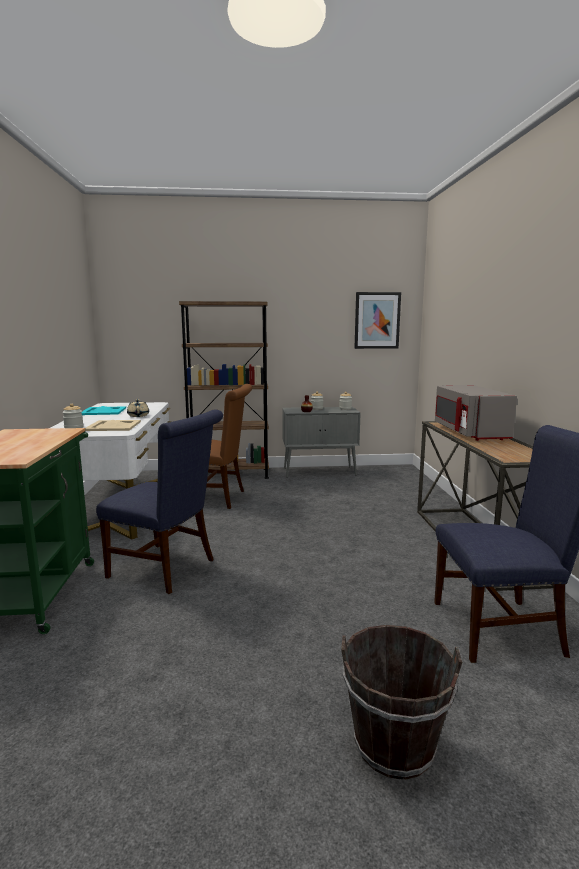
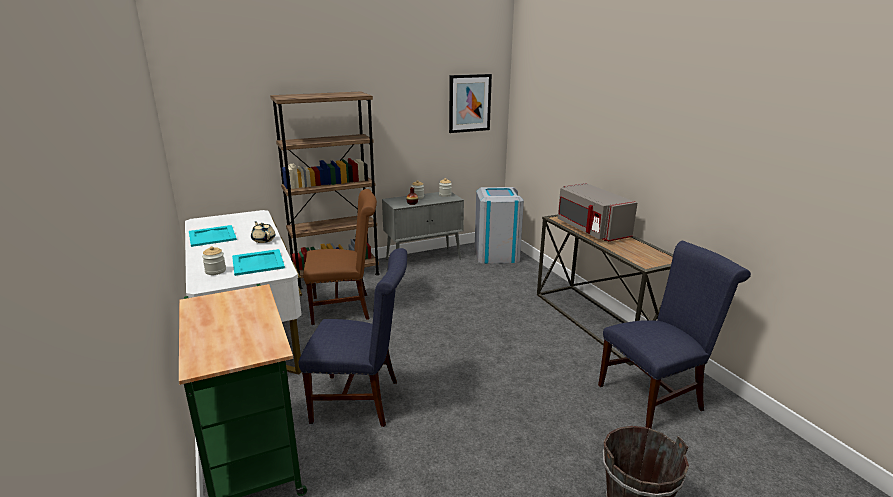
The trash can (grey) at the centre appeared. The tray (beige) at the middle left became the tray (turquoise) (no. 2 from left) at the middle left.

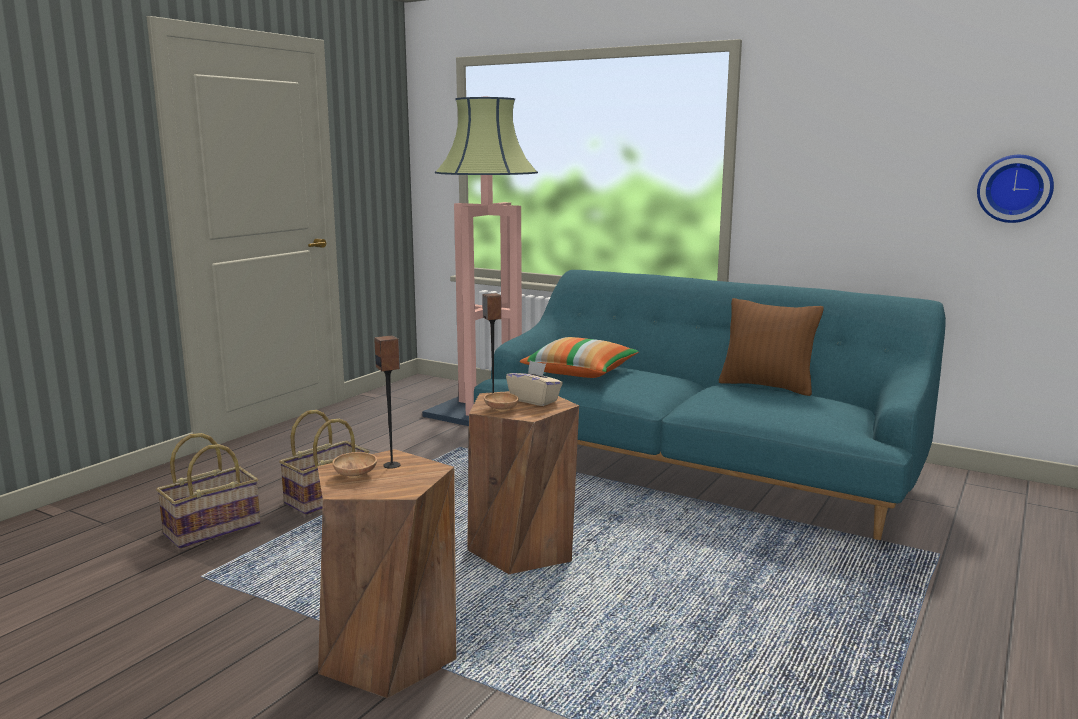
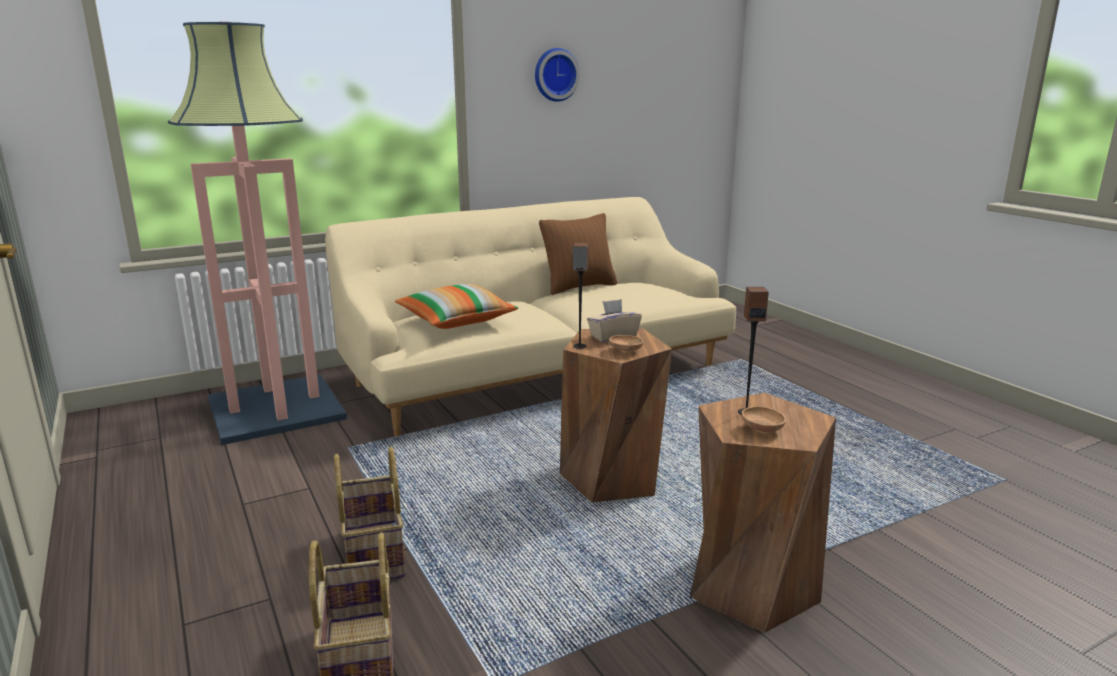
The wall clock moved from the top right to the top centre. The sofa (turquoise) at the centre became the sofa (beige) at the centre.

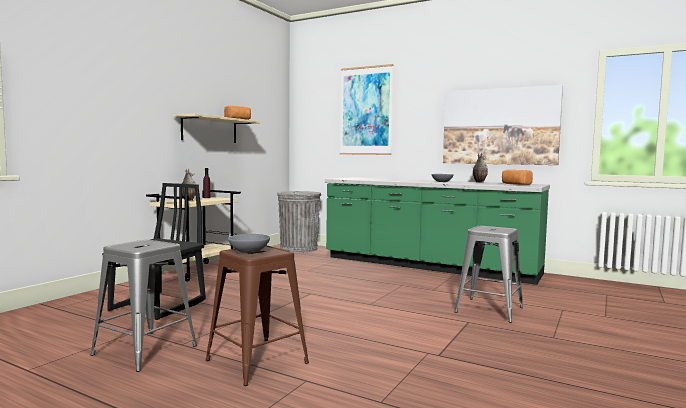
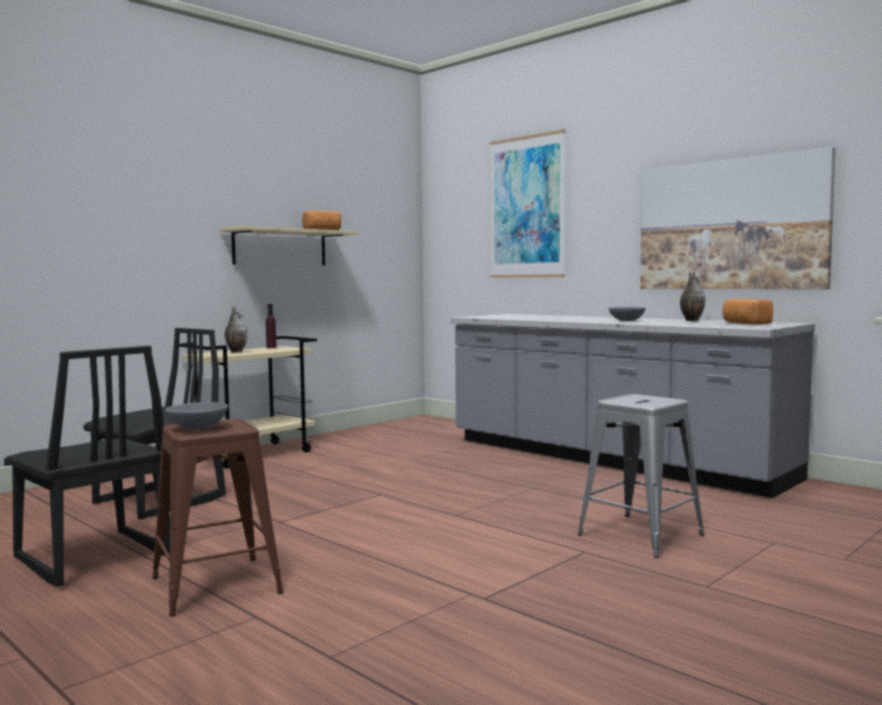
The trash can (grey) at the centre disappeared. The stool (grey) (no. 1 from left) at the bottom left was replaced by the chair (black) (no. 1 from left) at the middle left. The counter (green) at the centre became the counter (grey) at the middle right.

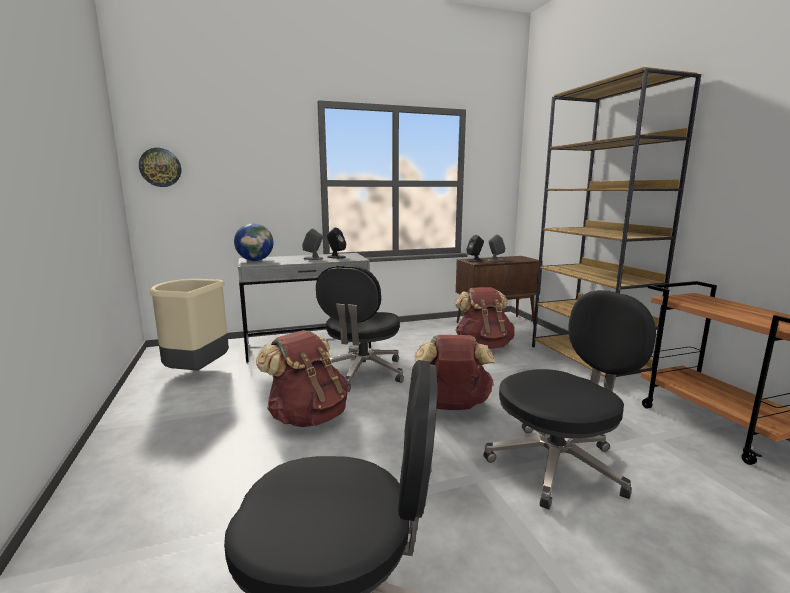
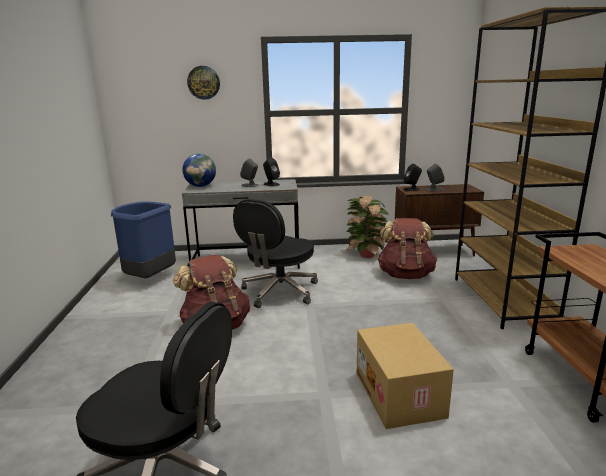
The backpack (brown) (no. 2 from left) at the centre disappeared. The potted plant at the centre appeared. The wall clock moved from the top left to the top centre. The office chair (black) (no. 3 from left) at the bottom right was replaced by the cardboard box at the bottom right. The trash can (beige) at the middle left became the trash can (blue) at the middle left.

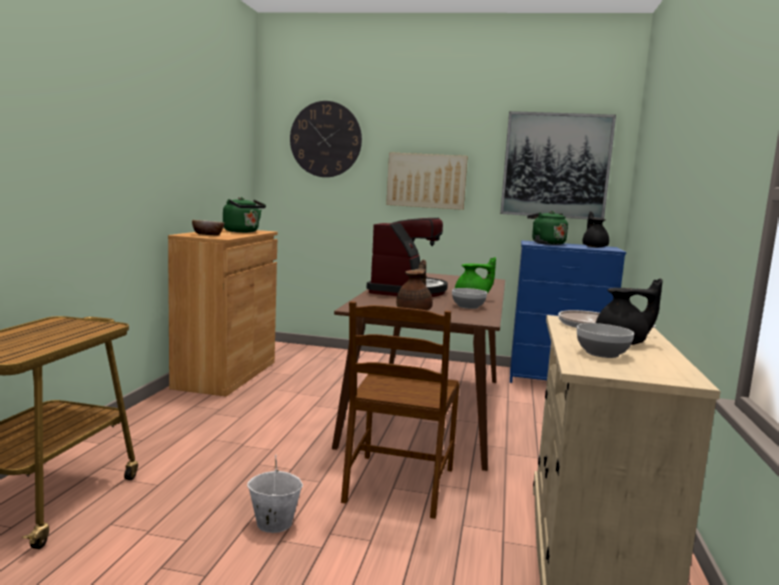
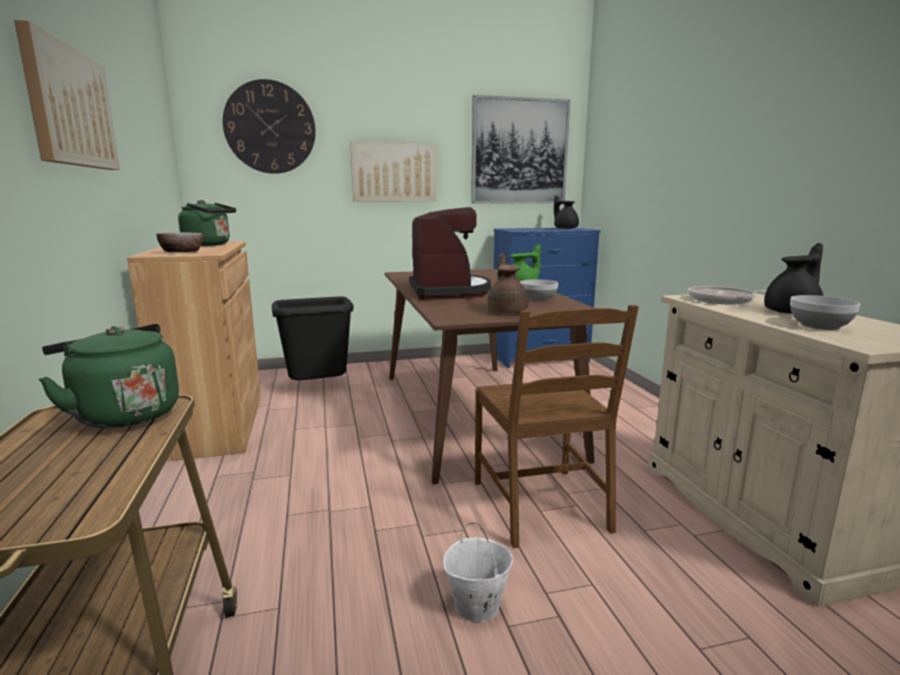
The picture (no. 1 from left) at the top left appeared. The trash can (black) at the centre appeared. The kettle (green) (no. 2 from left in the first image) moved from the middle right to the middle left.

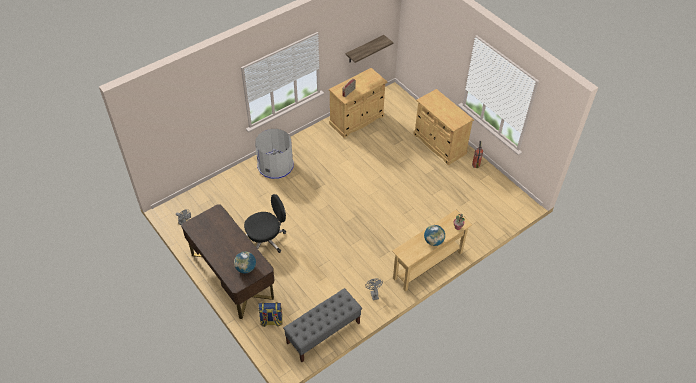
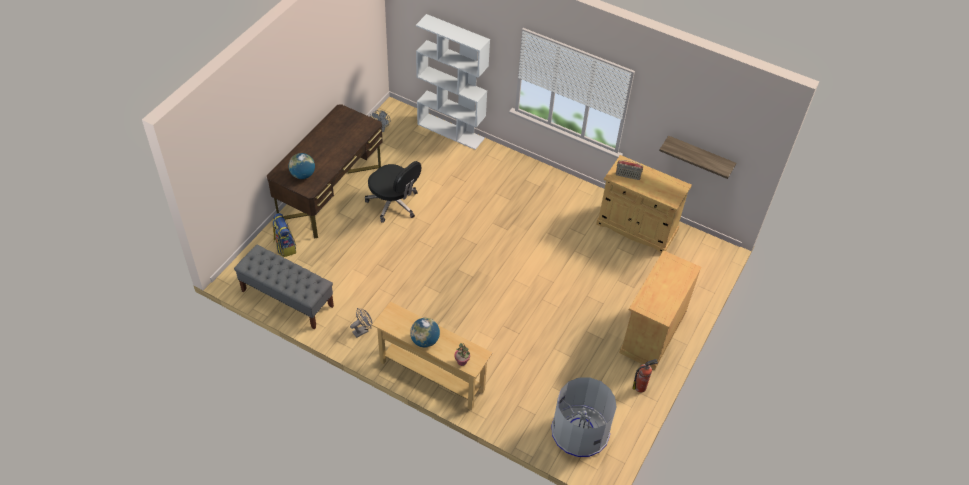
The bookcase (white) at the top centre appeared. The trash can (grey) moved from the centre to the bottom centre.

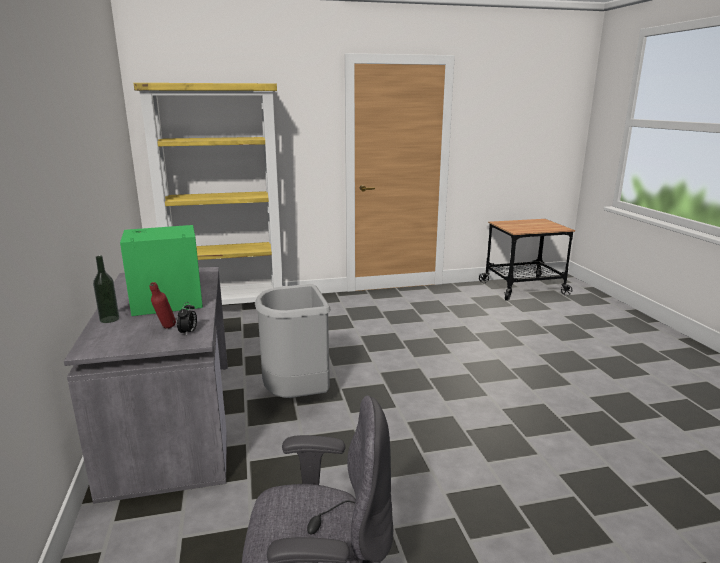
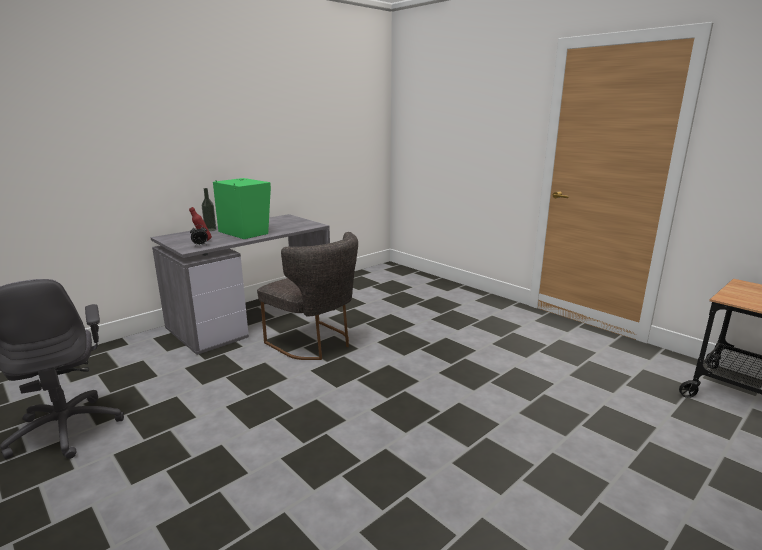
The bookcase (yellow) at the middle left disappeared. The trash can (grey) at the centre was replaced by the chair (grey) at the centre.

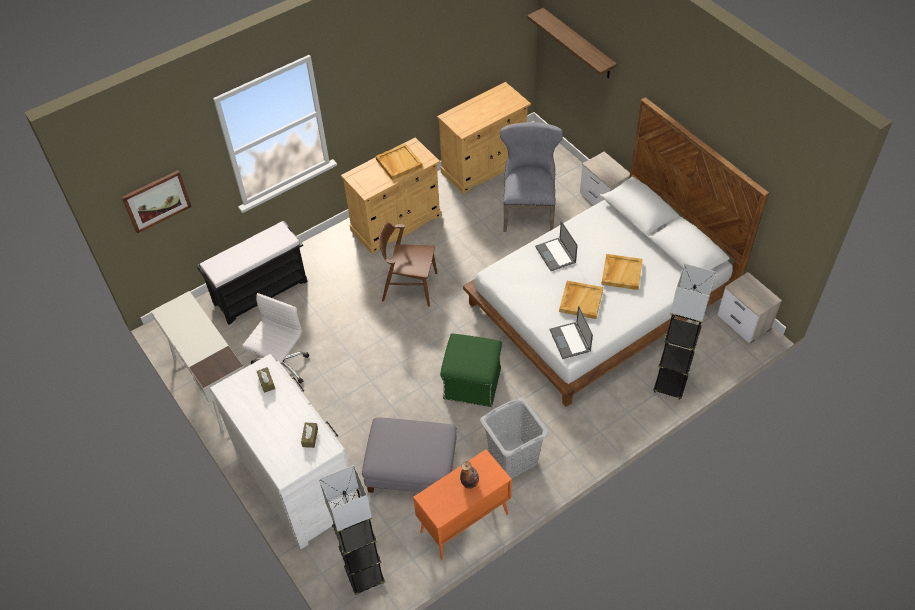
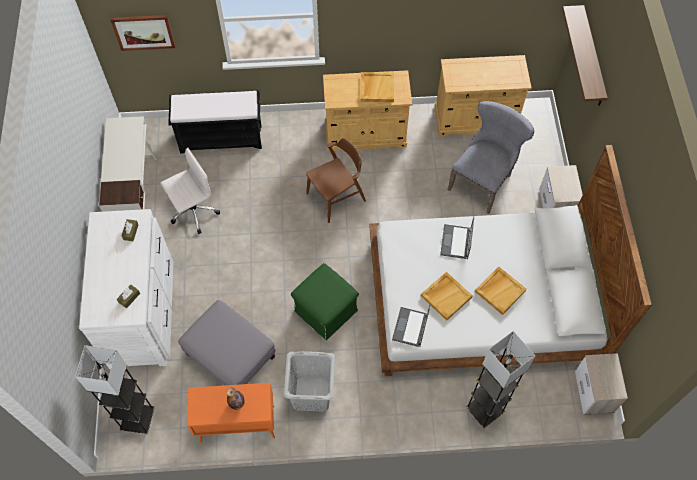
The chair (brown) at the centre turned 105 degrees clockwise.

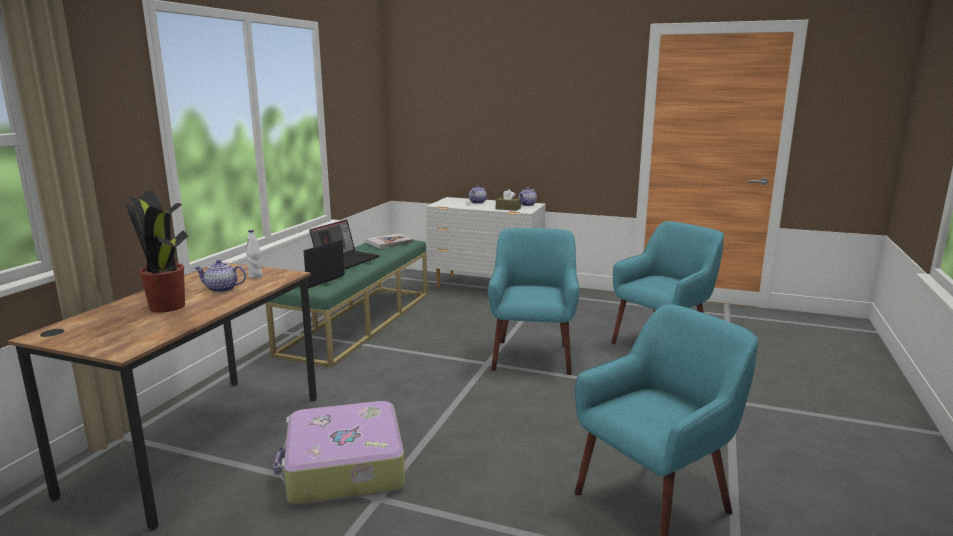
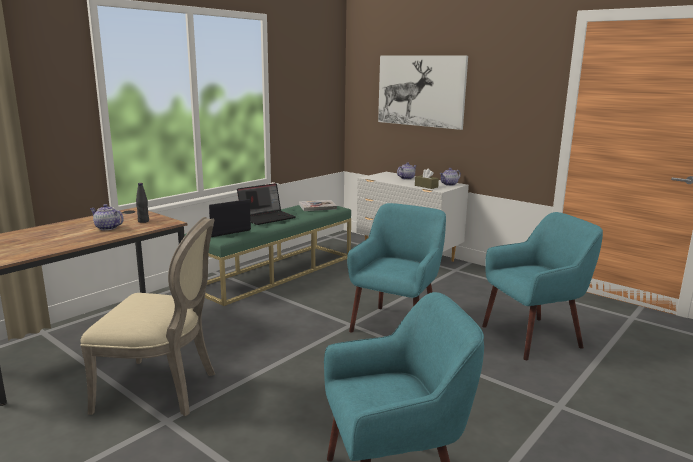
The potted plant at the middle left disappeared. The picture at the top centre appeared. The suitcase at the bottom centre was replaced by the chair (beige) at the bottom left. The bottle (white) at the middle left became the bottle (black) at the middle left.

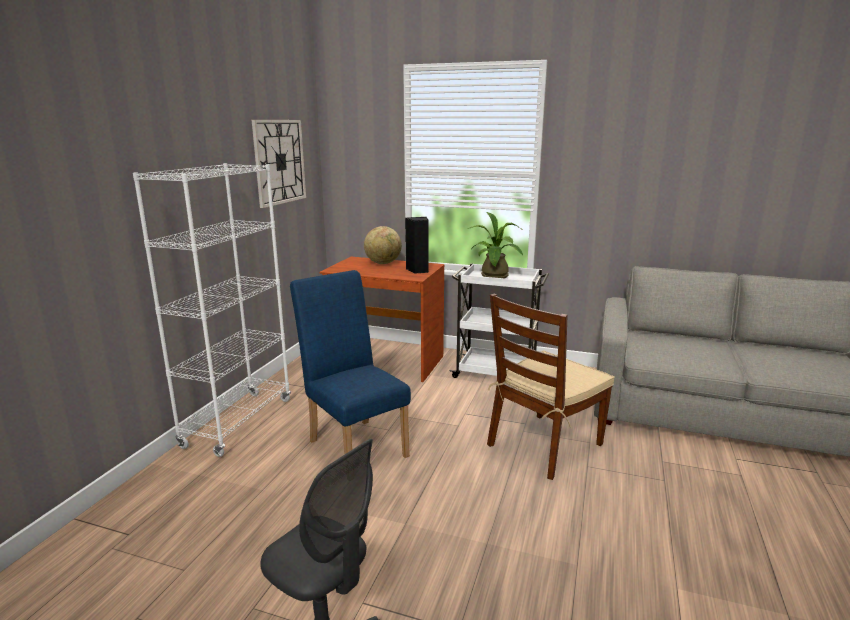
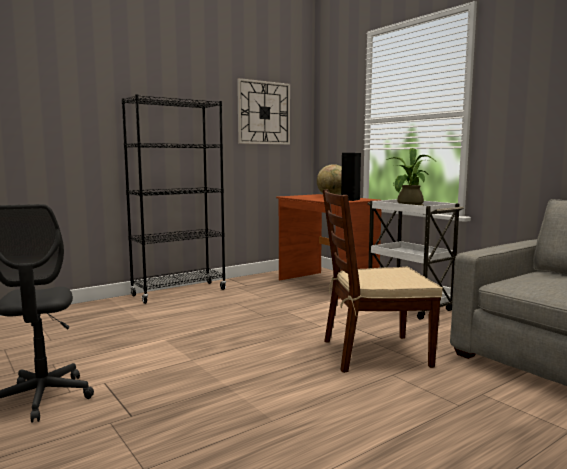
The chair (blue) at the centre disappeared. The bookcase (white) at the middle left became the bookcase (black) at the middle left.

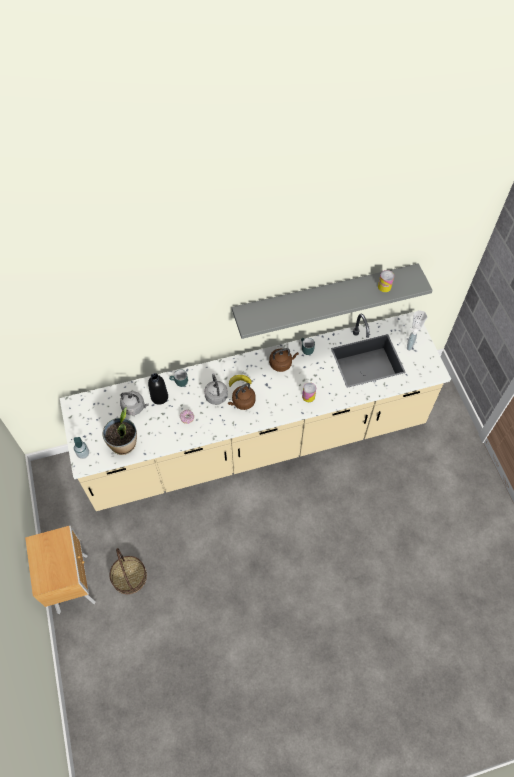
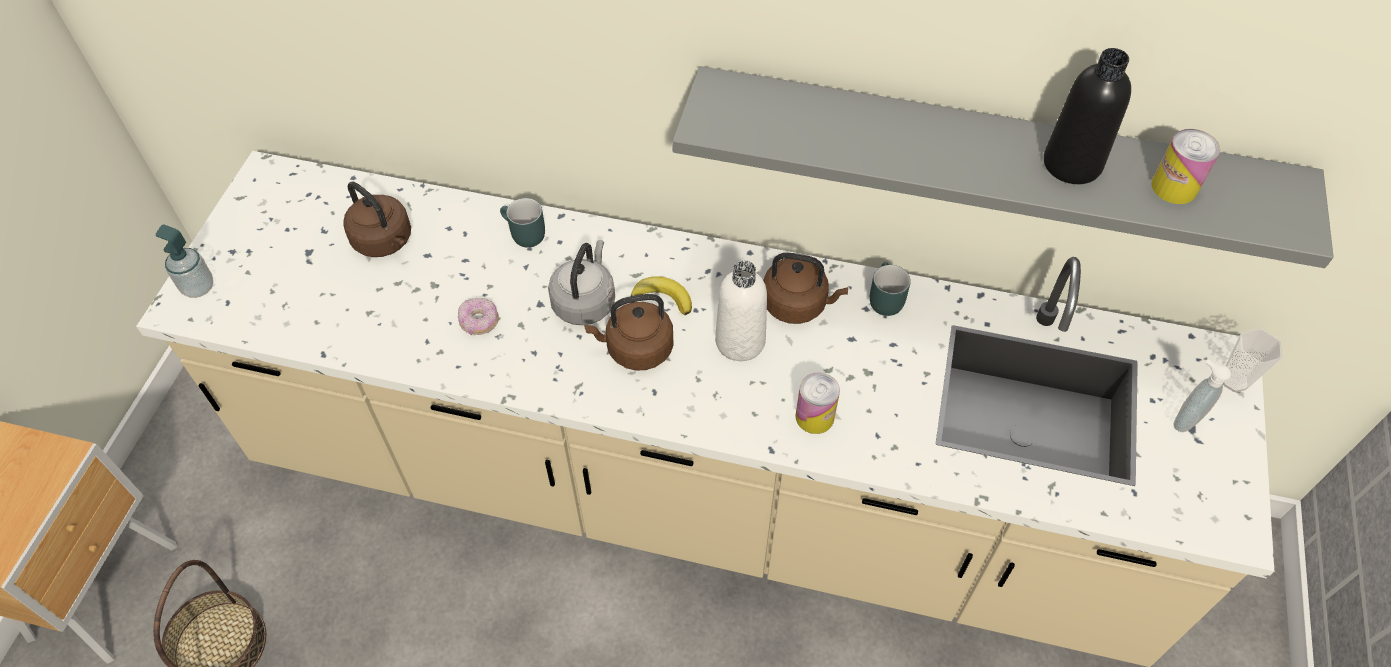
The potted plant at the middle left disappeared. The bottle (white) at the centre appeared. The bottle (black) moved from the middle left to the top right. The kettle (grey) (no. 1 from left) at the middle left became the kettle (brown) (no. 1 from left) at the top left.

